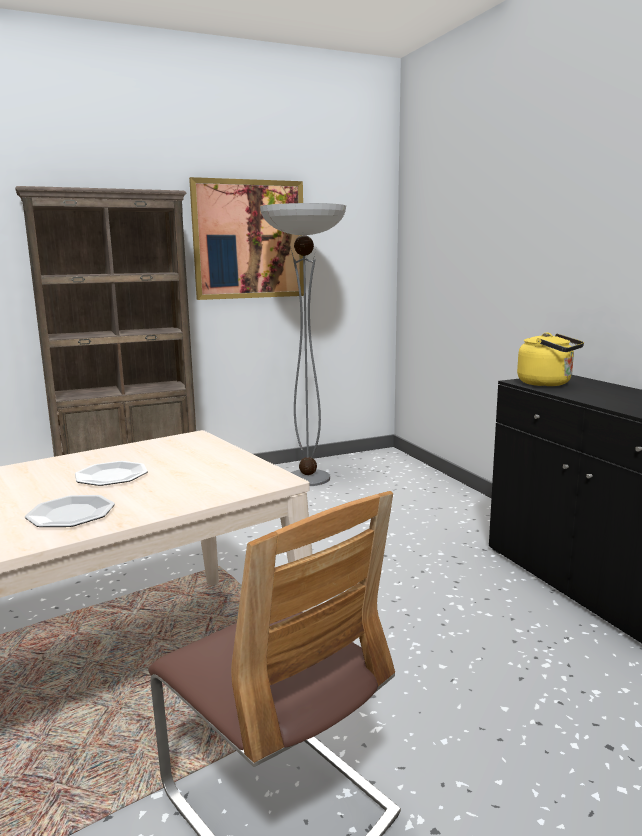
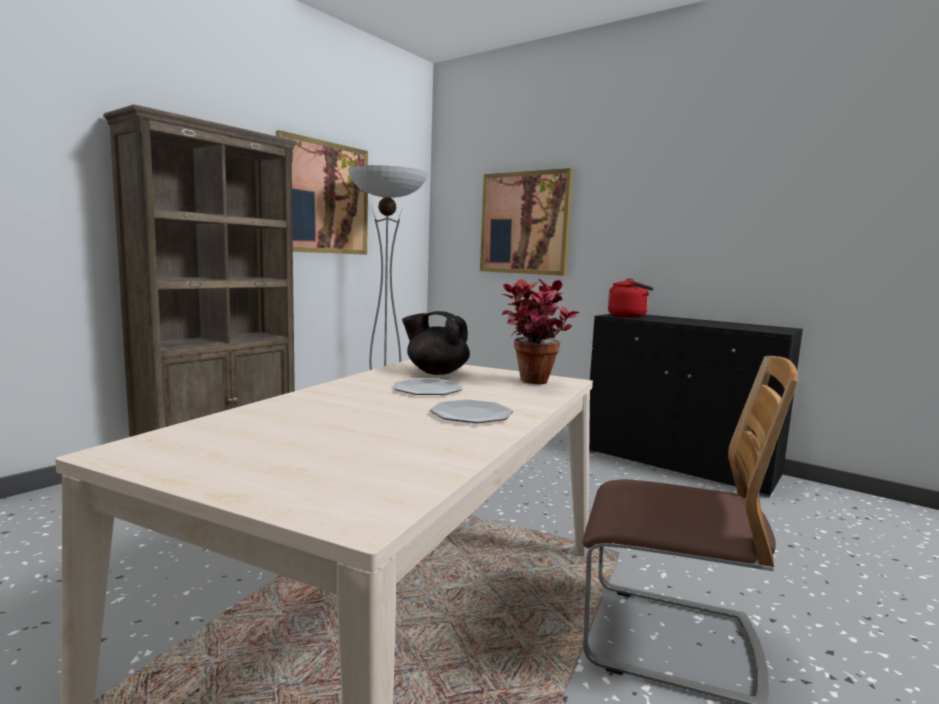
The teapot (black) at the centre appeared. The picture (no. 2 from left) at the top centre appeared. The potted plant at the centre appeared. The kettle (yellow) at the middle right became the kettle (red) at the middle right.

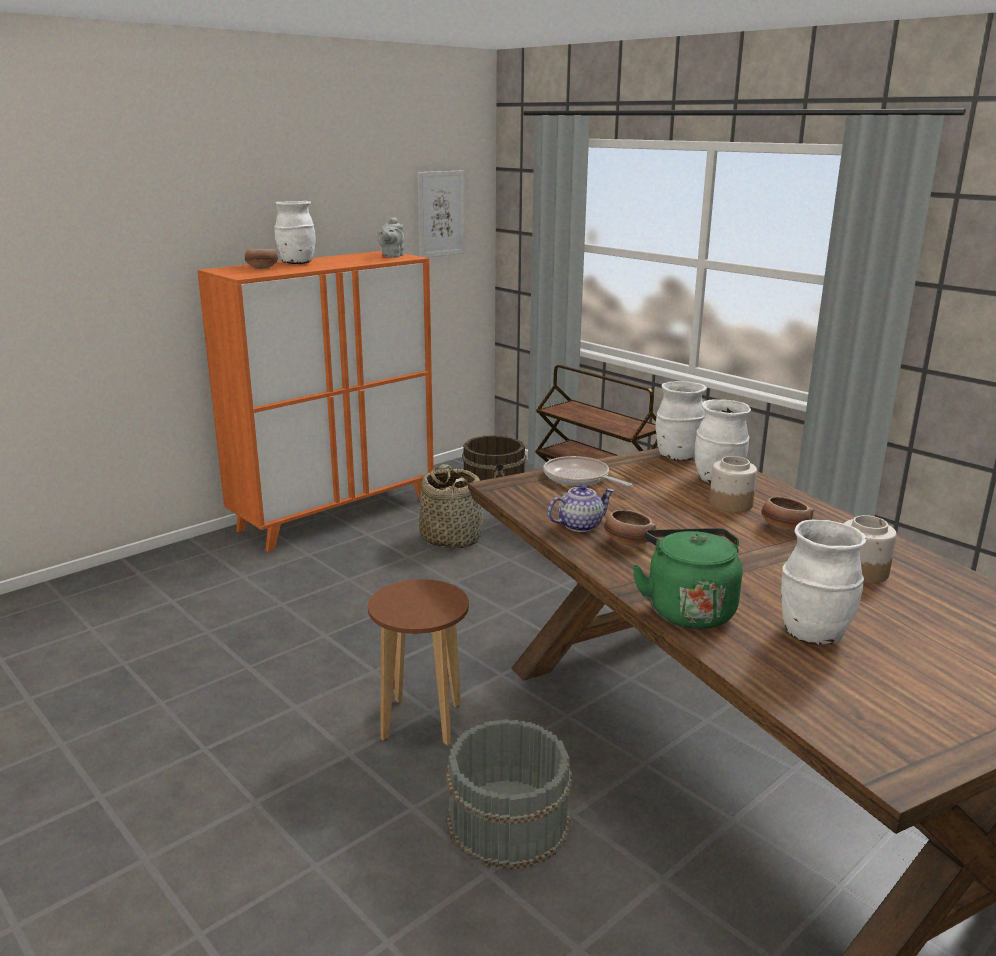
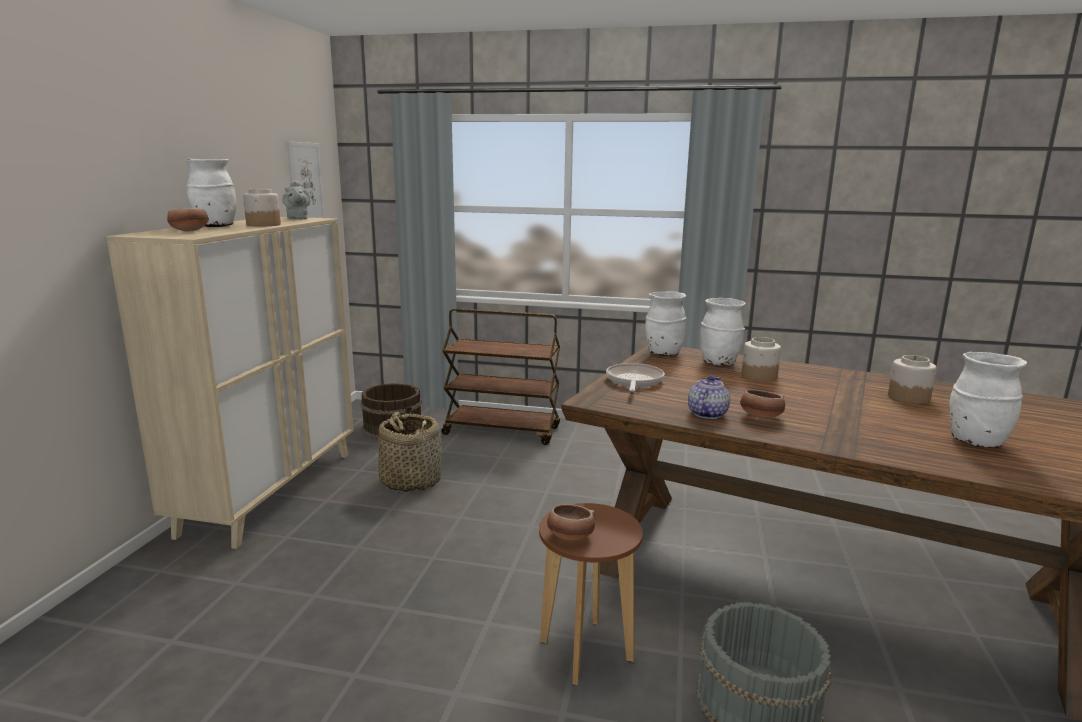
The kettle (green) at the middle right disappeared. The jar (no. 1 from left) at the top left appeared. The bowl (no. 3 from left in the first image) moved from the middle right to the bottom centre. The cabinet (orange) at the middle left became the cabinet (beige) at the middle left. The frying pan at the centre turned 90 degrees clockwise.

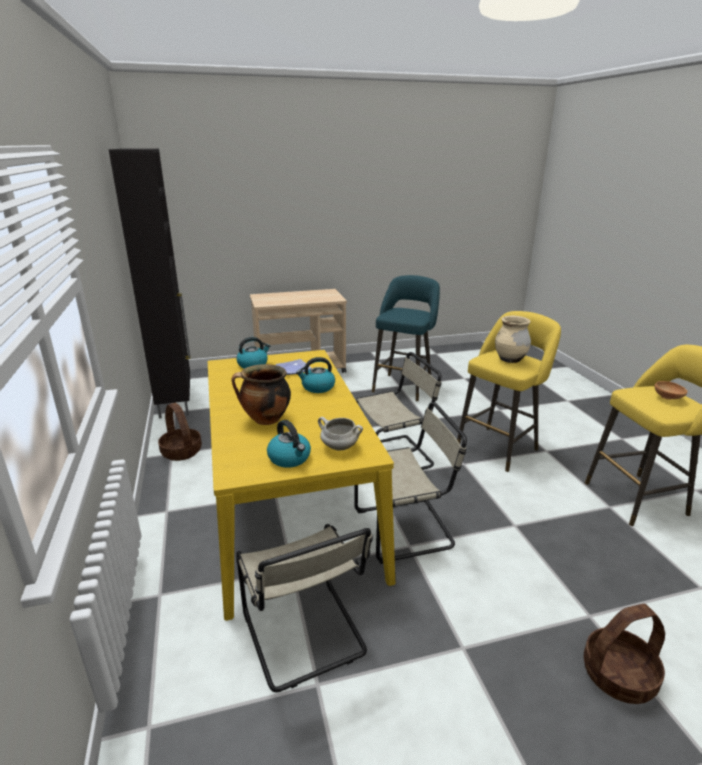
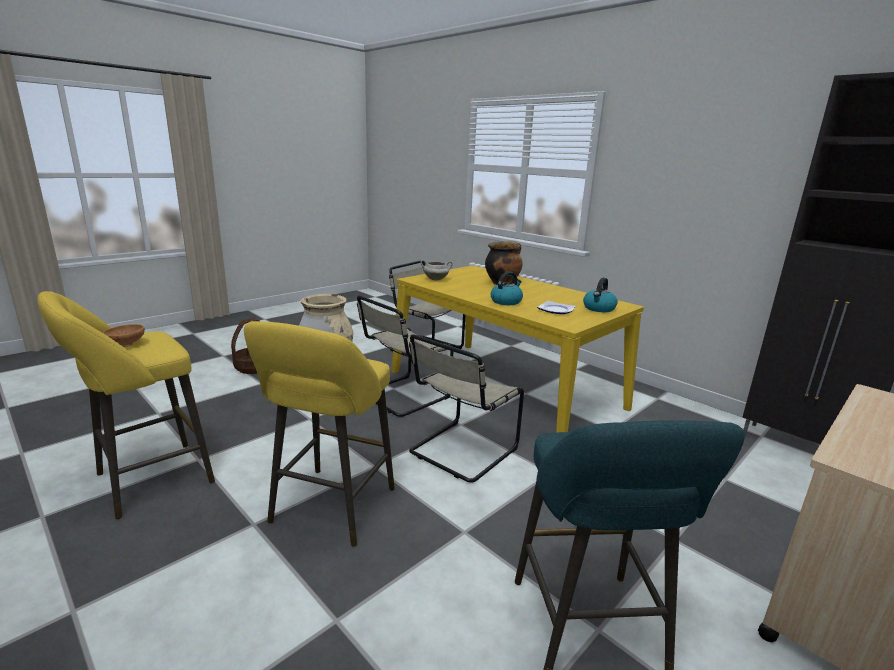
The basket (no. 1 from left) at the middle left disappeared. The kettle (no. 2 from left) at the centre disappeared.

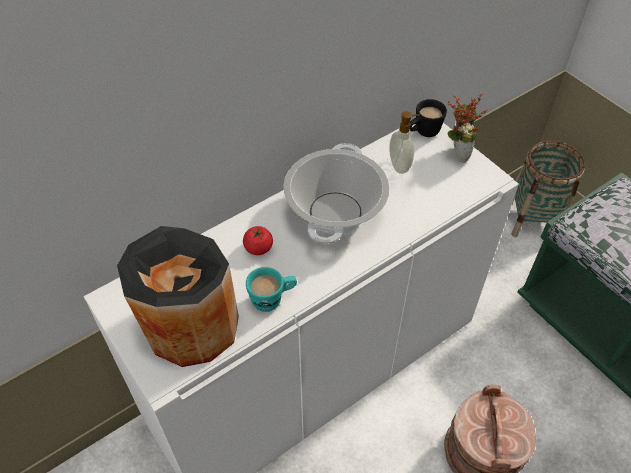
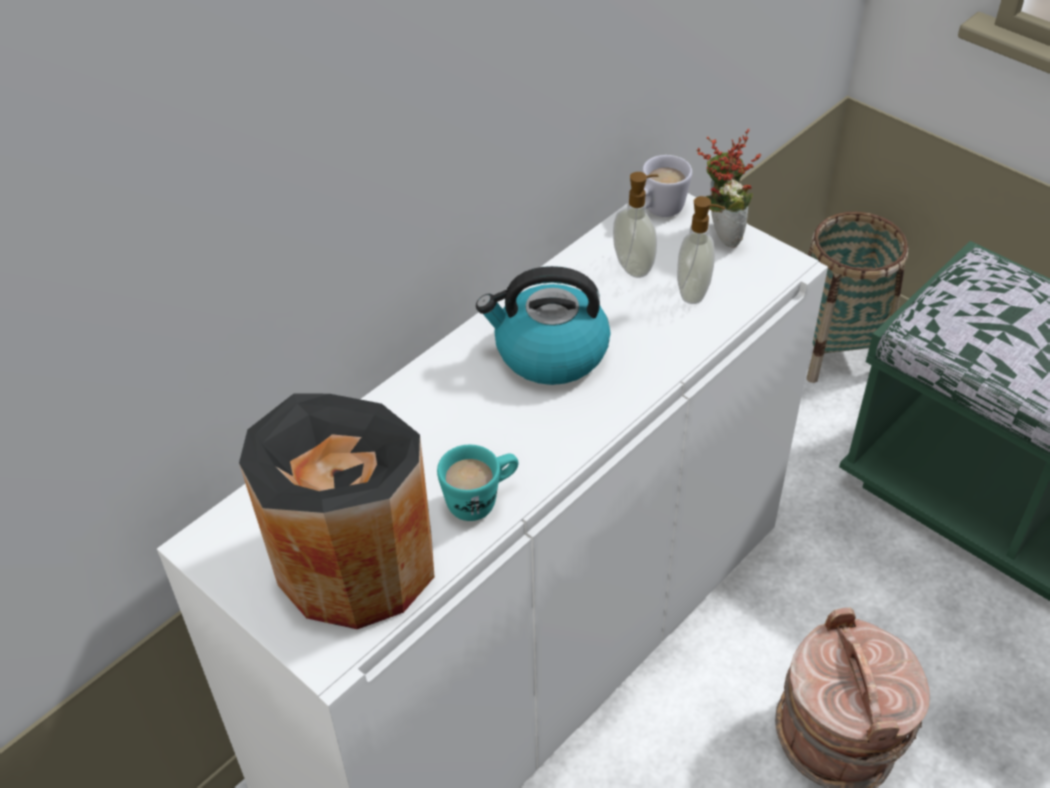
The tomato at the centre disappeared. The soap dispenser (no. 2 from left) at the top right appeared. The cooking pot at the centre was replaced by the kettle at the centre. The mug (black) at the top right became the mug (white) at the top centre.

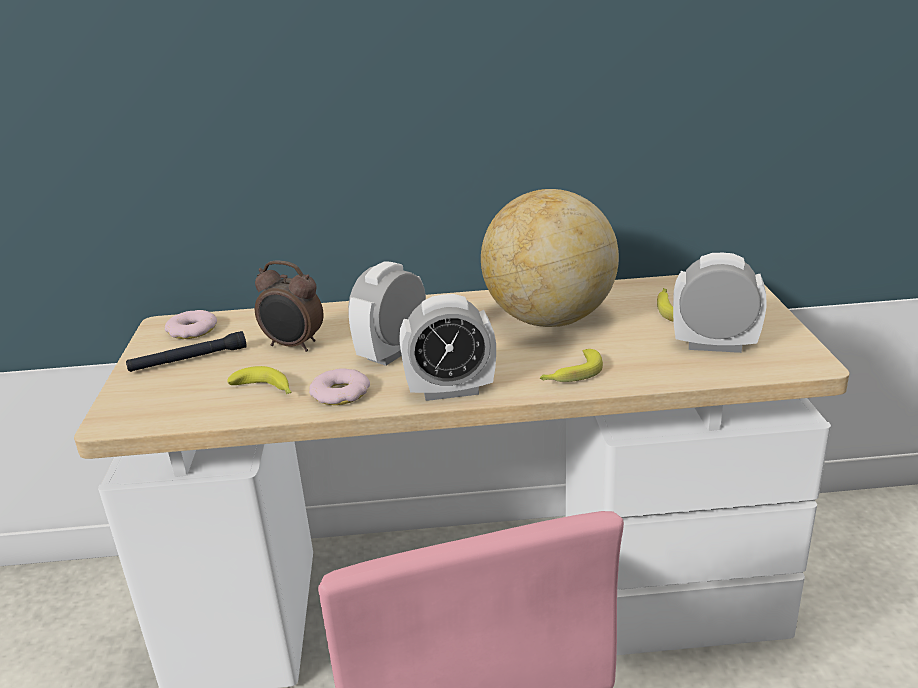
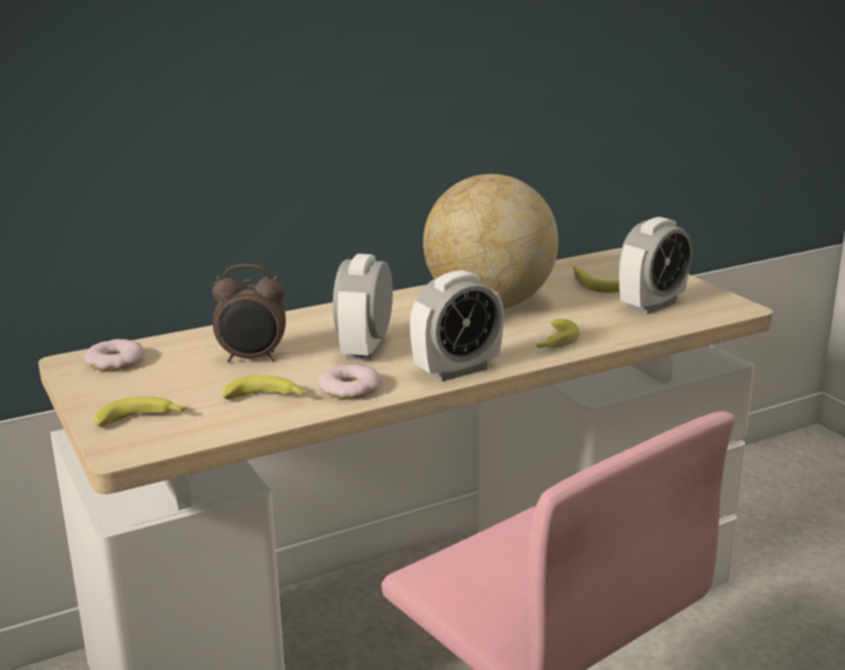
The flashlight (black) at the middle left disappeared. The banana (no. 1 from left) at the middle left appeared. The alarm clock (no. 4 from left) at the middle right turned 150 degrees clockwise.

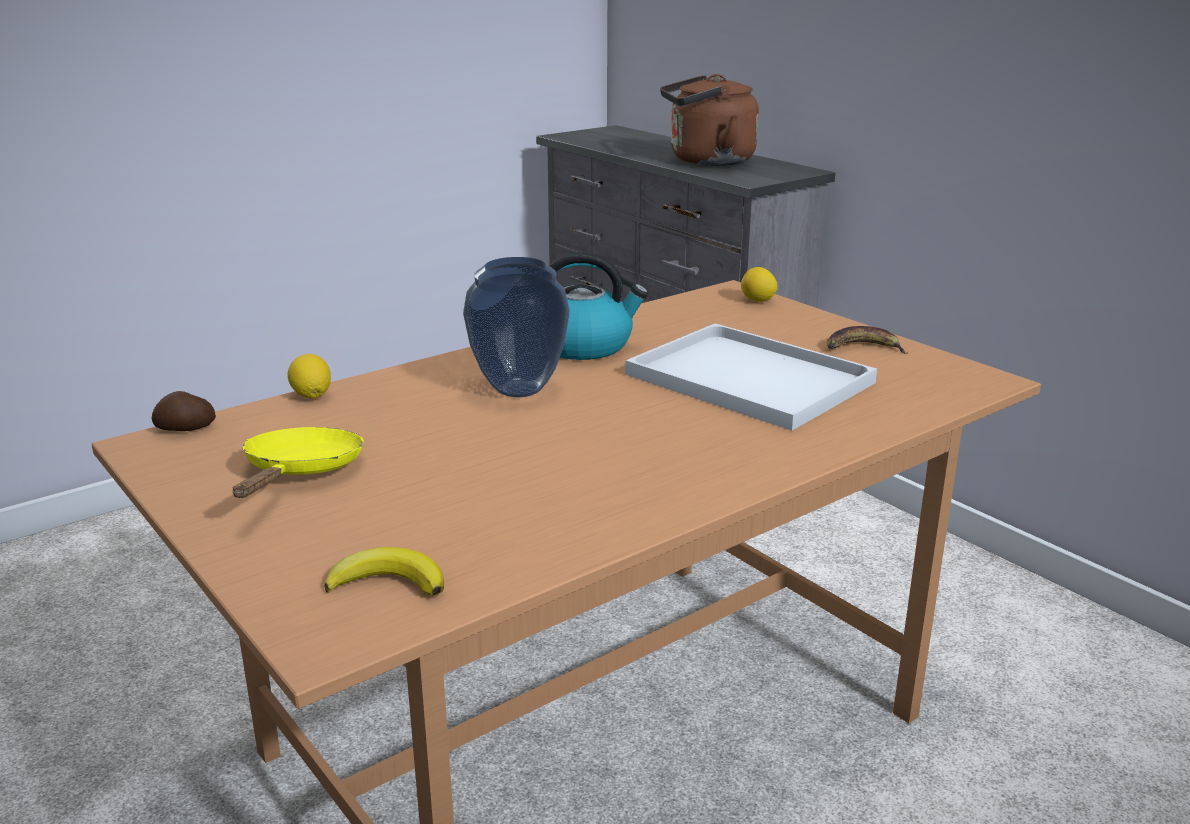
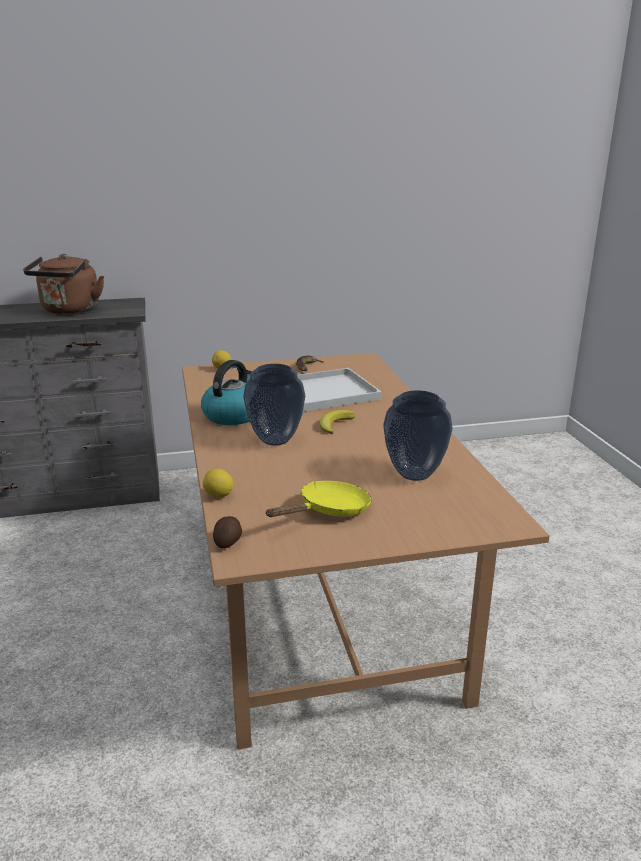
The vase (no. 2 from left) at the centre appeared. The banana (no. 1 from left in the first image) moved from the bottom left to the centre. The frying pan (yellow) at the middle left turned 105 degrees clockwise.

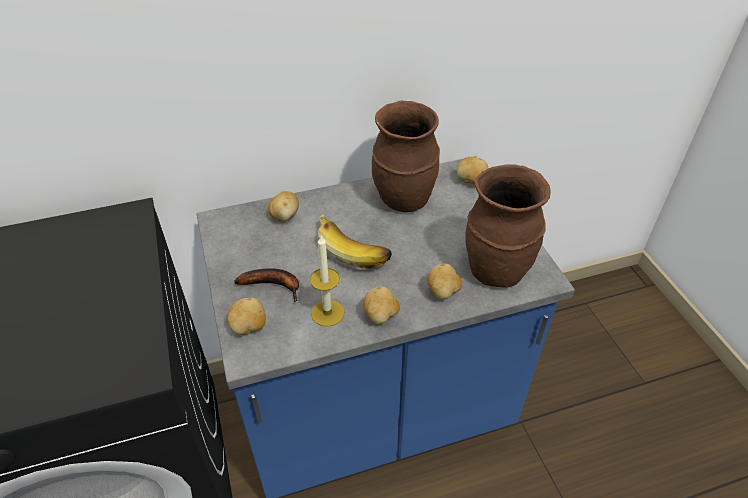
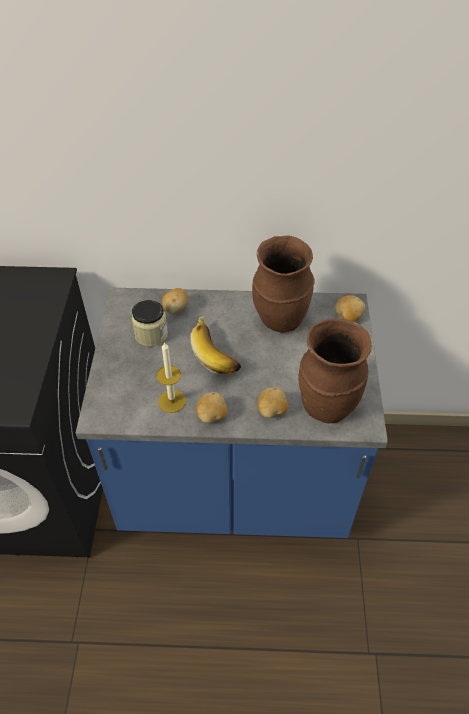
The potato (no. 1 from left) at the middle left disappeared. The banana (no. 1 from left) at the centre disappeared. The jar at the middle left appeared.

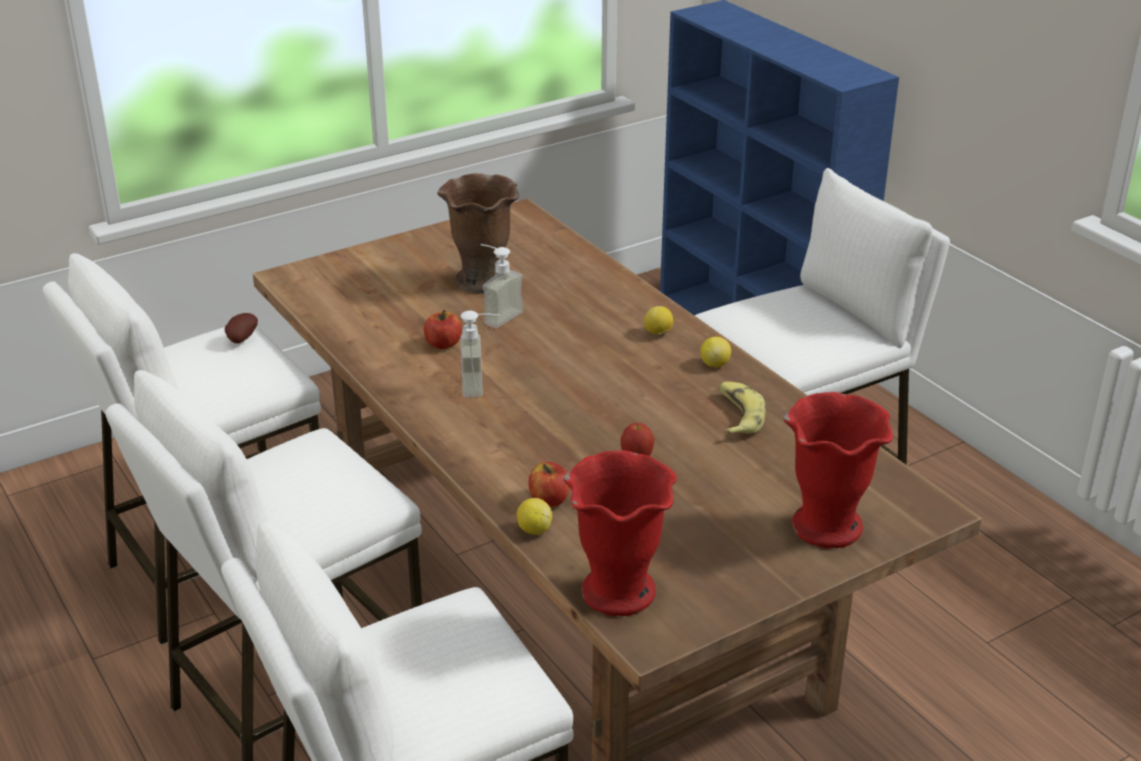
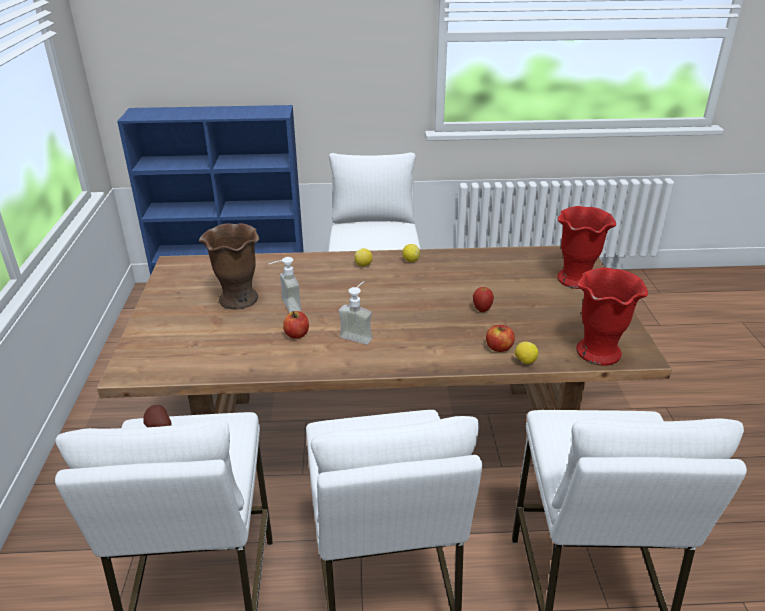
The banana at the centre disappeared.

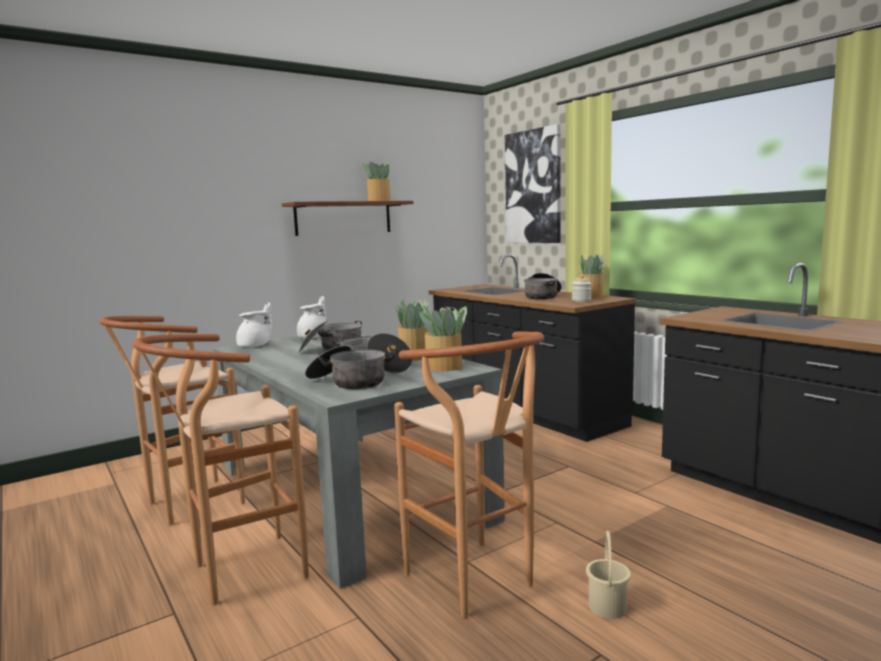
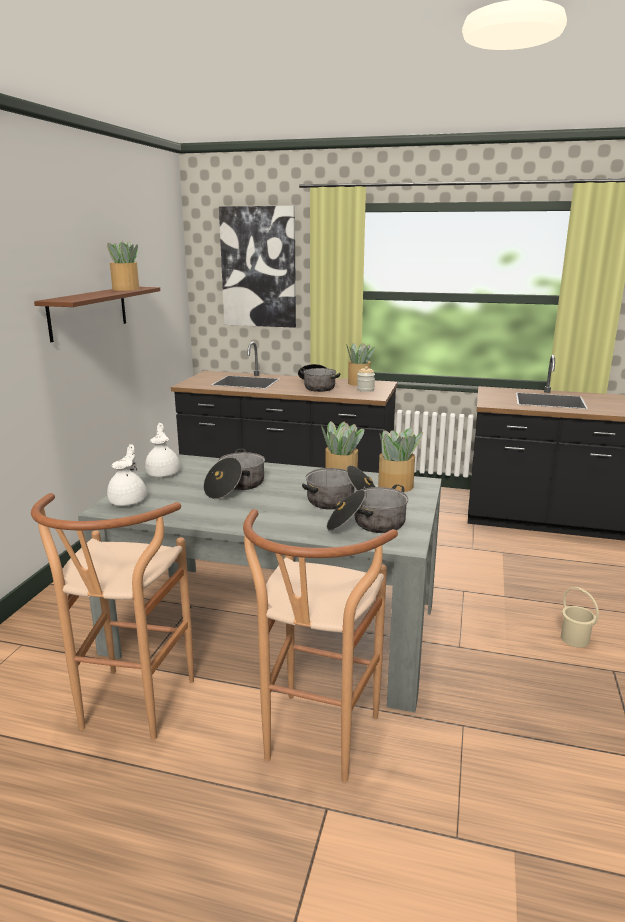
The stool (brown) (no. 3 from left) at the bottom centre disappeared.

